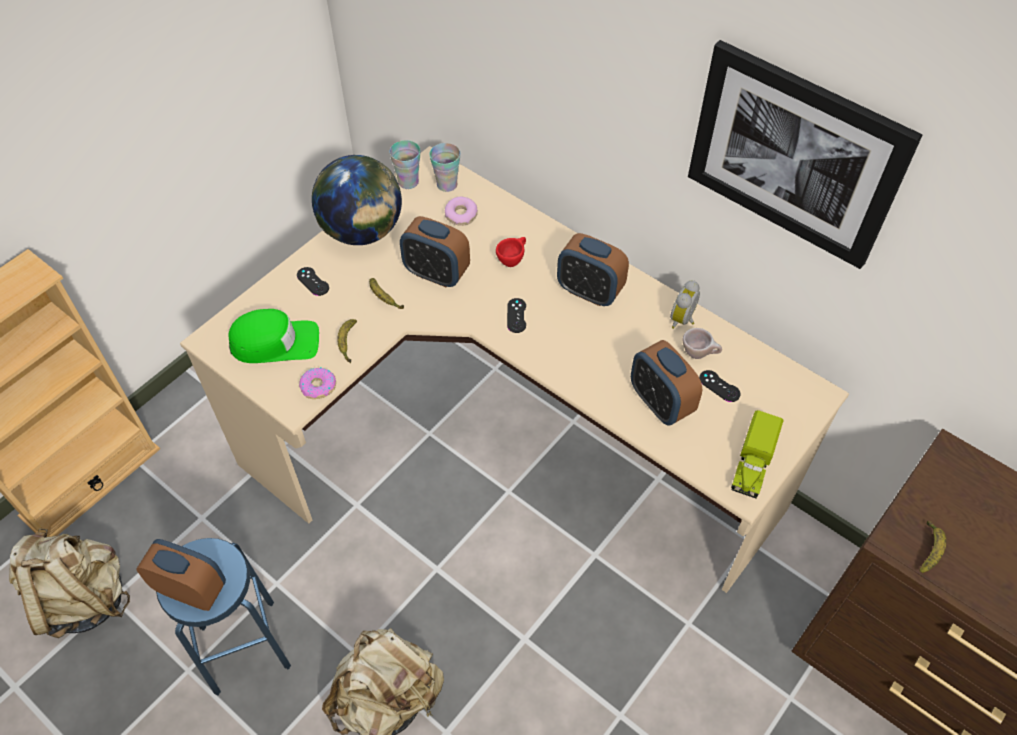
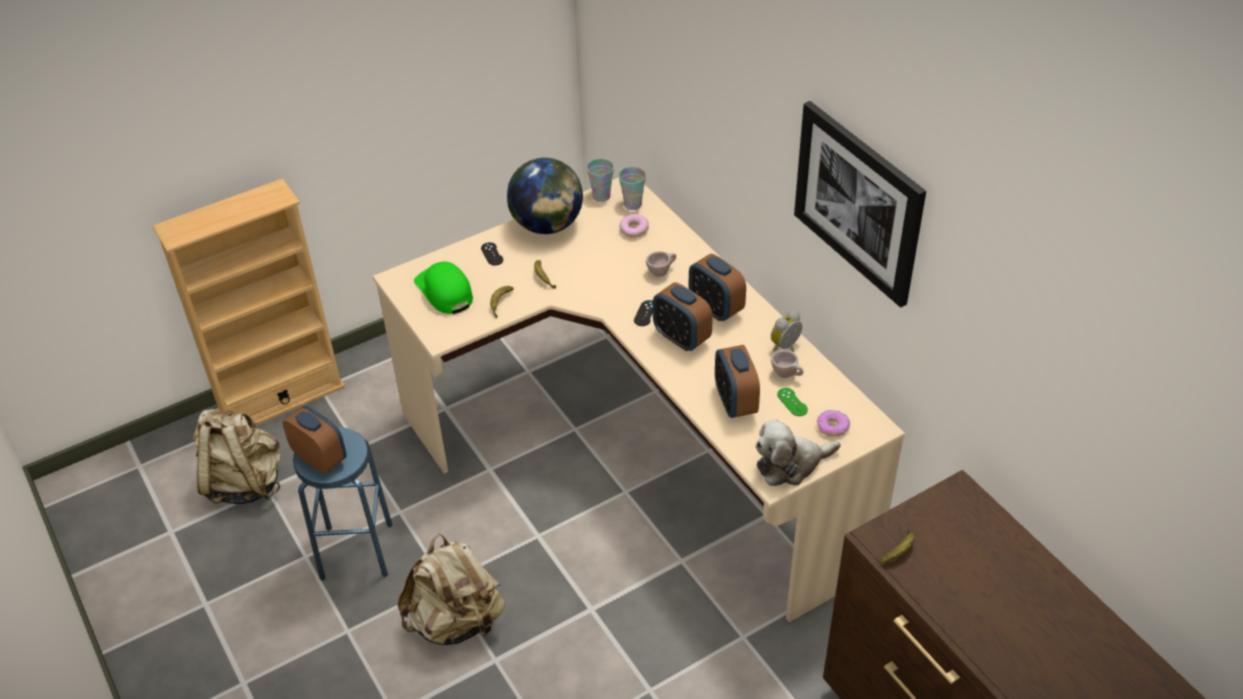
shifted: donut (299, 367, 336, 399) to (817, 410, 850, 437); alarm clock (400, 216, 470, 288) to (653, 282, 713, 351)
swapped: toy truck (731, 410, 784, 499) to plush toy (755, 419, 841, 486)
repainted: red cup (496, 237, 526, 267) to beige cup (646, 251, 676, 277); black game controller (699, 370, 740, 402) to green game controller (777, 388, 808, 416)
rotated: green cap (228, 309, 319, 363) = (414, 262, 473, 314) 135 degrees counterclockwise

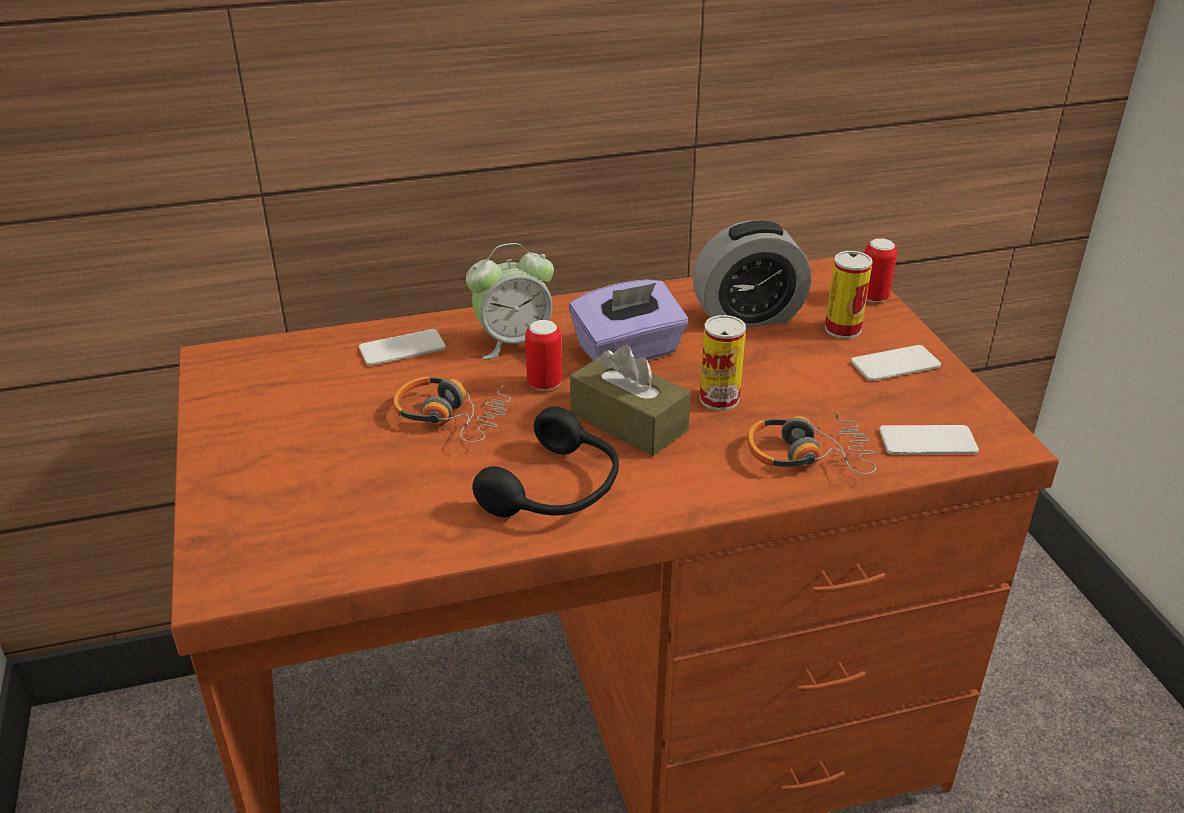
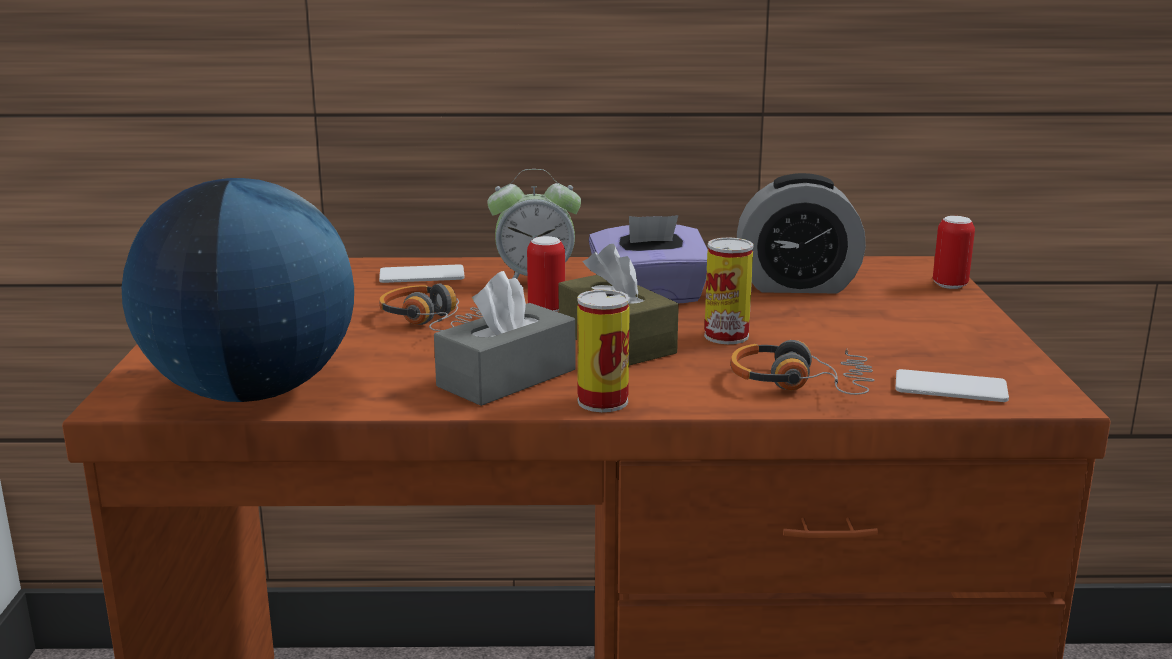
gone: phone (851, 345, 941, 381)
new: globe (122, 178, 354, 402)
shifted: can (825, 251, 873, 339) to (577, 289, 630, 412)
swapped: black headphones (472, 407, 619, 517) to grey tissue box (434, 271, 575, 406)

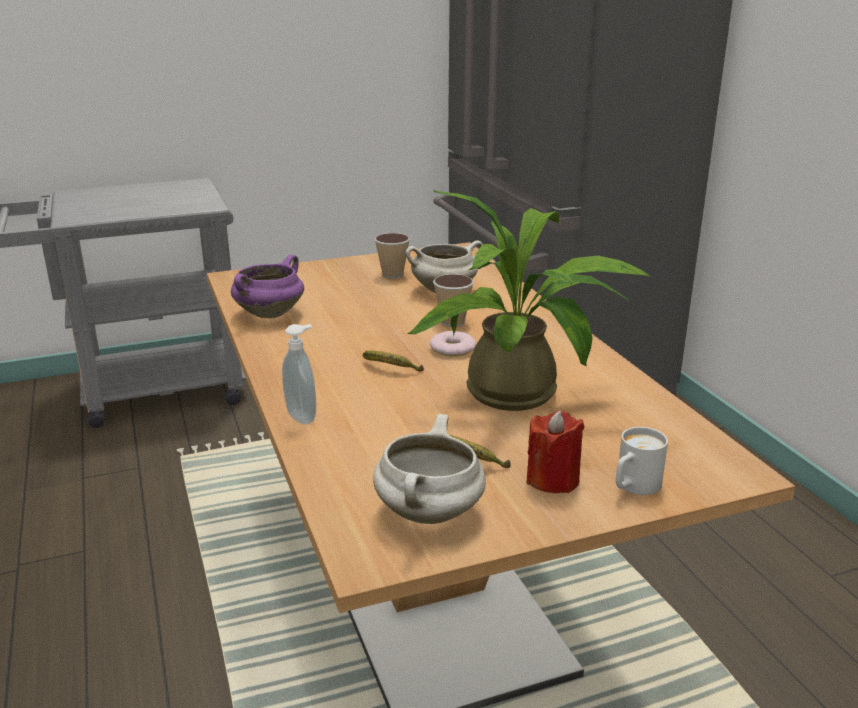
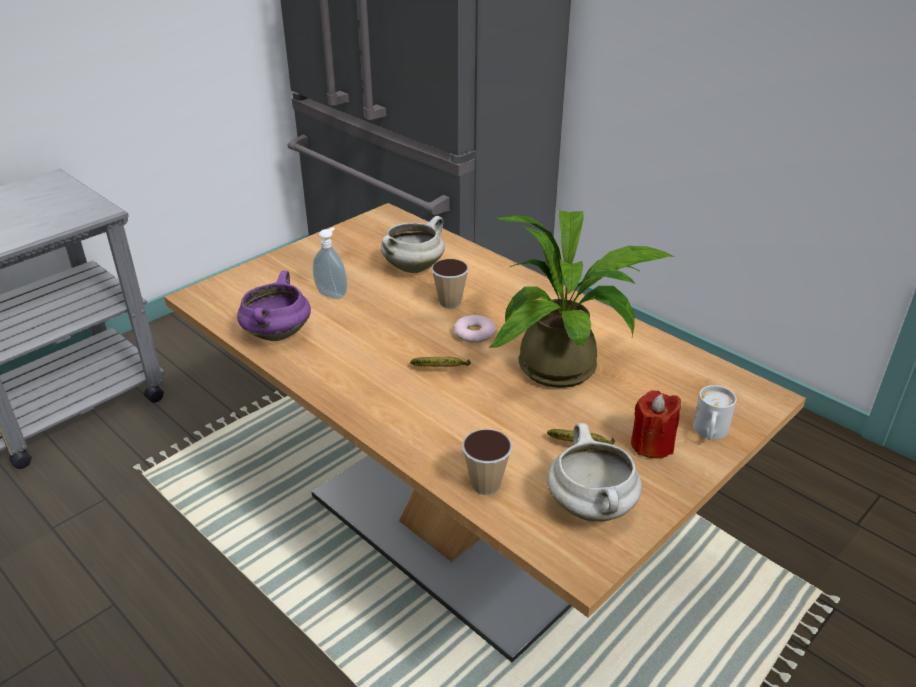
shifted: soap dispenser (282, 324, 316, 424) to (313, 227, 347, 299); cup (375, 233, 410, 279) to (462, 429, 512, 495)

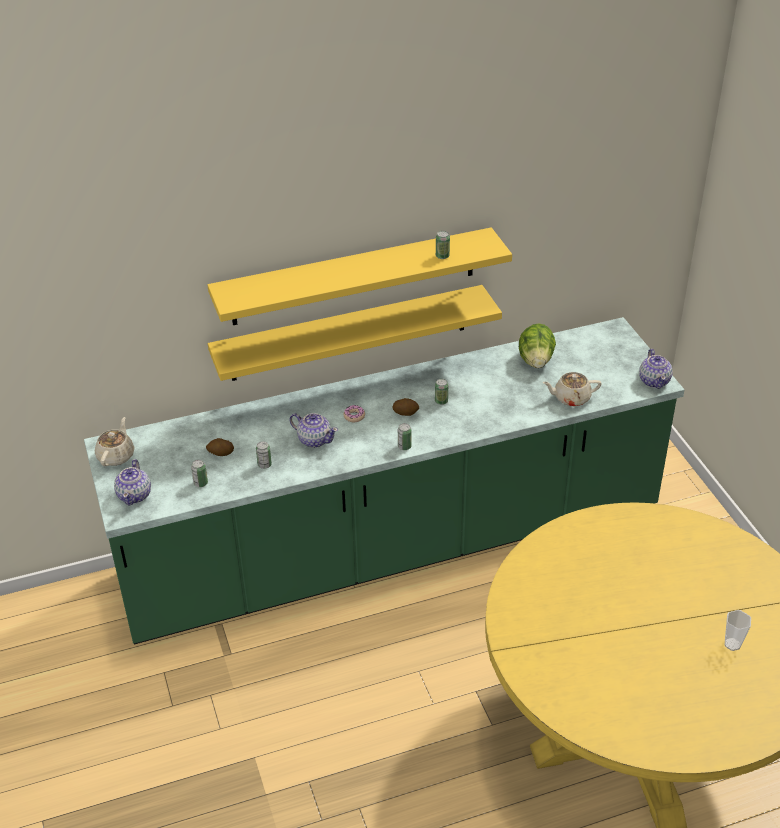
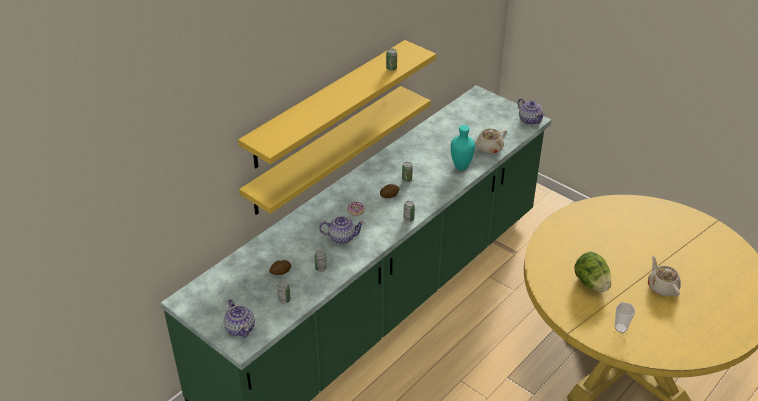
new: turquoise vase (451, 125, 475, 171)
shifted: beige teapot (95, 417, 135, 466) to (648, 256, 681, 297); lettuce (519, 323, 556, 368) to (574, 252, 611, 292); cup (725, 610, 751, 651) to (615, 302, 636, 333)

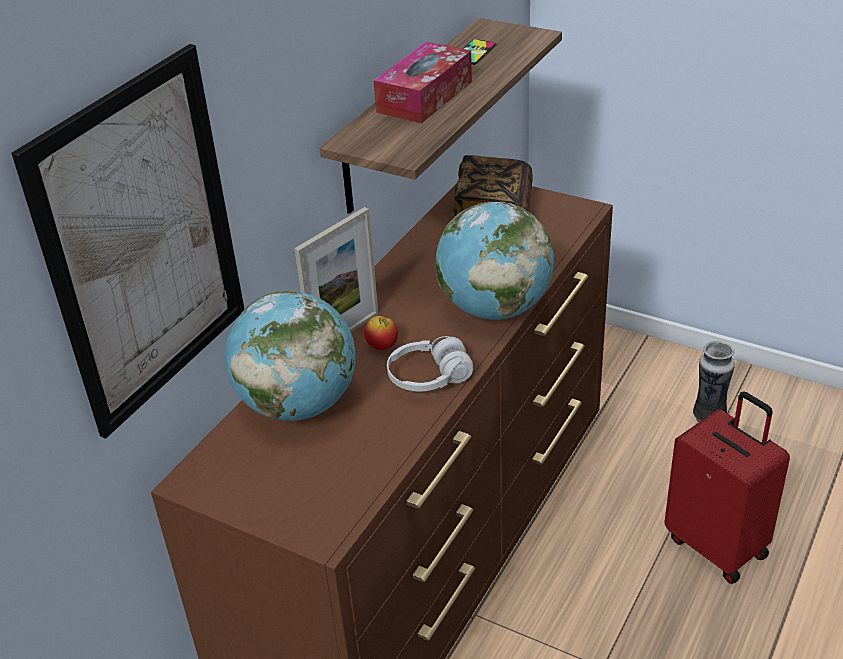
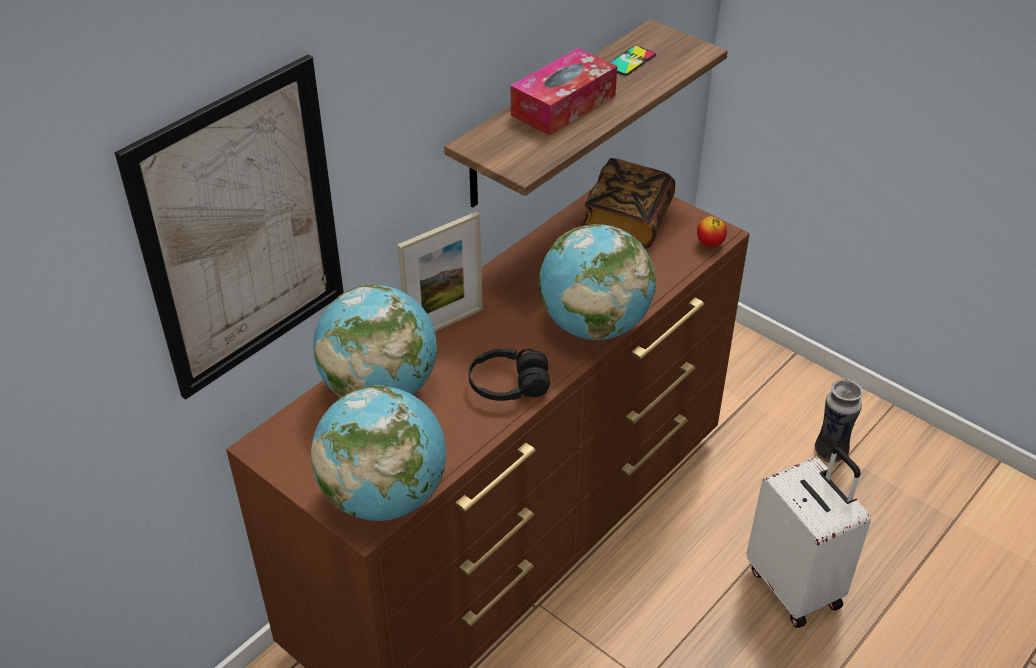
new: globe (311, 385, 446, 521)
shifted: apple (364, 316, 398, 350) to (697, 216, 727, 247)
repainted: white headphones (387, 336, 473, 391) to black headphones (468, 349, 550, 401); red suitcase (664, 391, 790, 584) to white suitcase (746, 447, 871, 628)

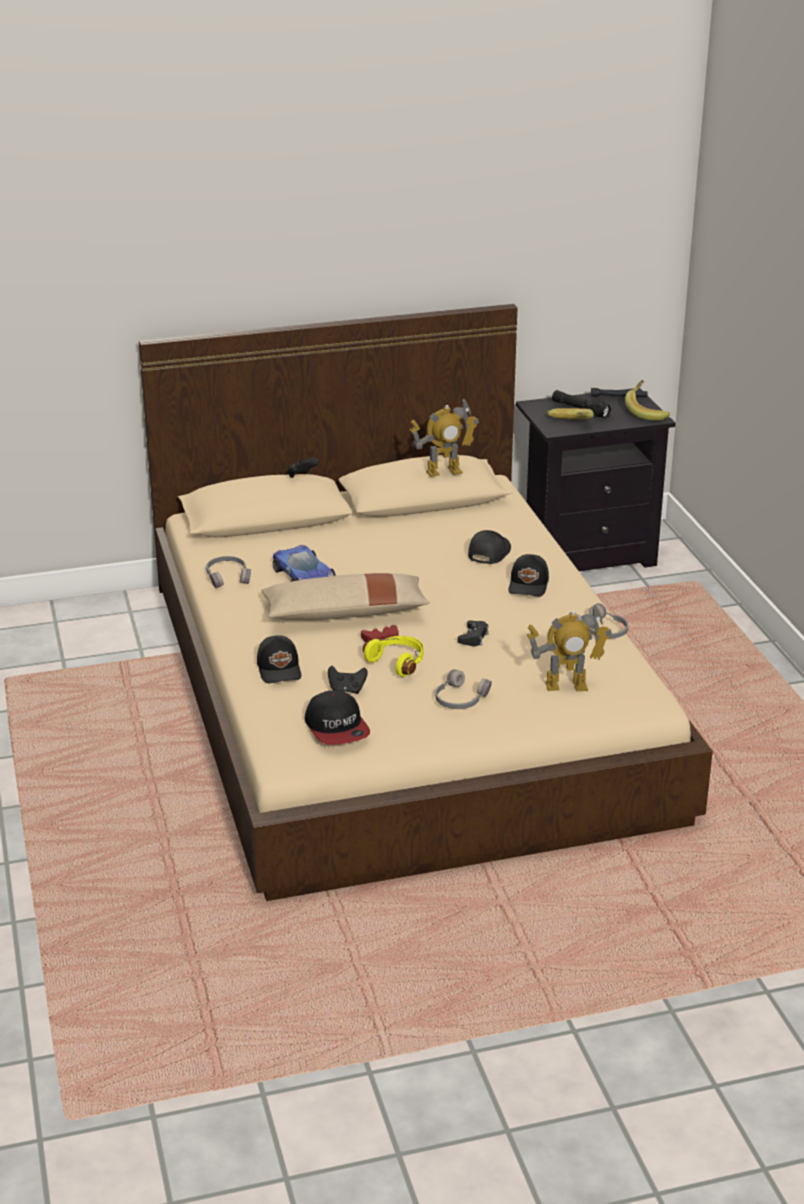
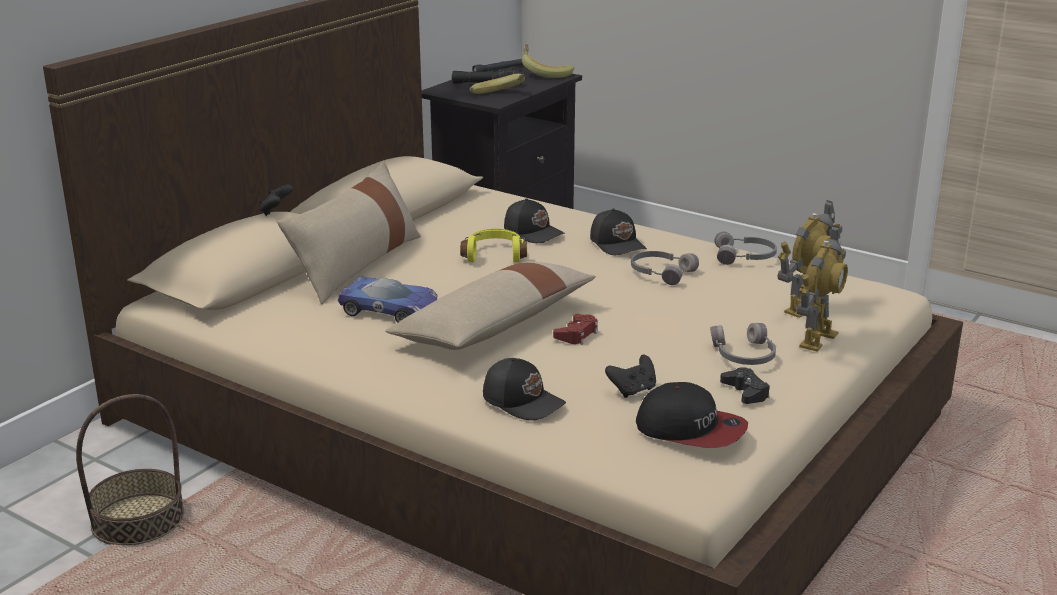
new: basket (76, 394, 184, 545); beige pillow (277, 162, 421, 304)
shifted: grey headphones (206, 556, 251, 588) to (631, 251, 699, 285); yellow headphones (363, 636, 423, 677) to (460, 229, 527, 262); toy robot (410, 399, 479, 477) to (797, 225, 848, 351); black game controller (458, 620, 489, 646) to (720, 367, 770, 404)
rotated: black cap (468, 530, 511, 564) = (504, 198, 565, 243) 150 degrees clockwise

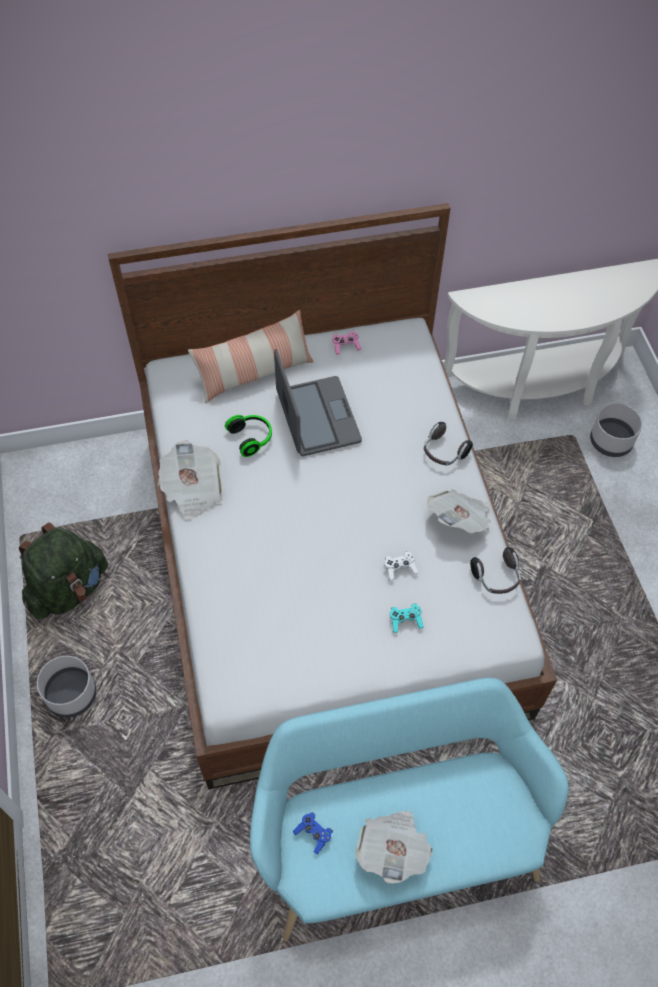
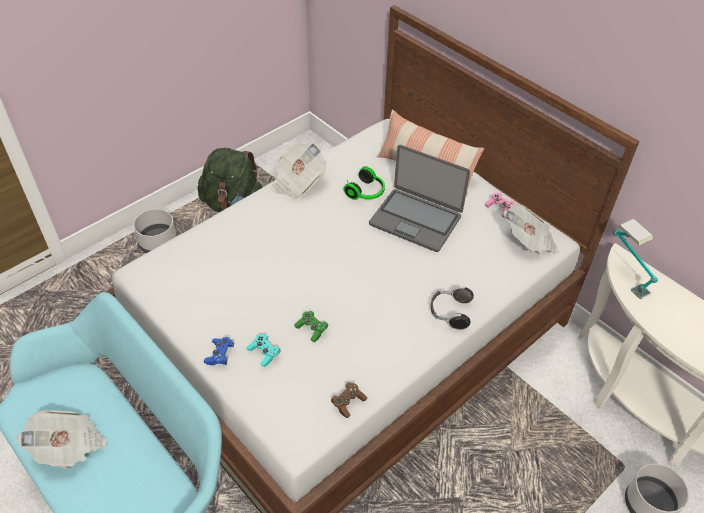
new: table lamp (613, 219, 658, 299)
shifted: blue game controller (293, 812, 333, 854) to (204, 337, 234, 365); newspaper (427, 489, 491, 533) to (504, 204, 559, 254)
swapped: headphones (470, 547, 521, 594) to brown game controller (331, 382, 367, 418)
repainted: white game controller (385, 551, 418, 581) to green game controller (294, 311, 328, 342)
rotated: laptop (274, 349, 362, 456) = (369, 145, 470, 252) 75 degrees clockwise

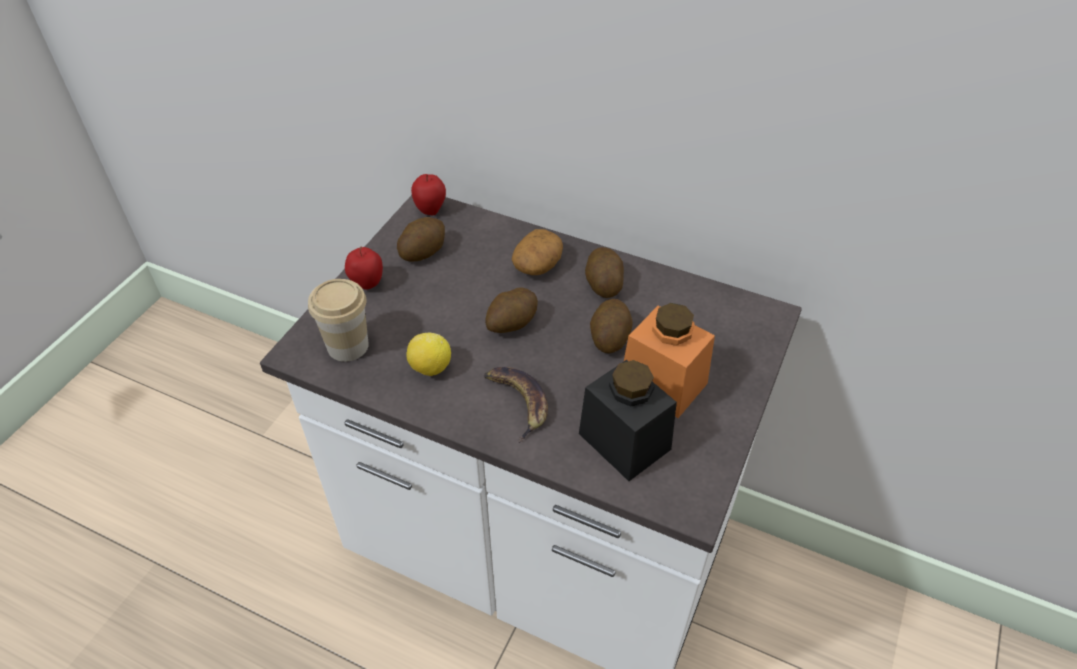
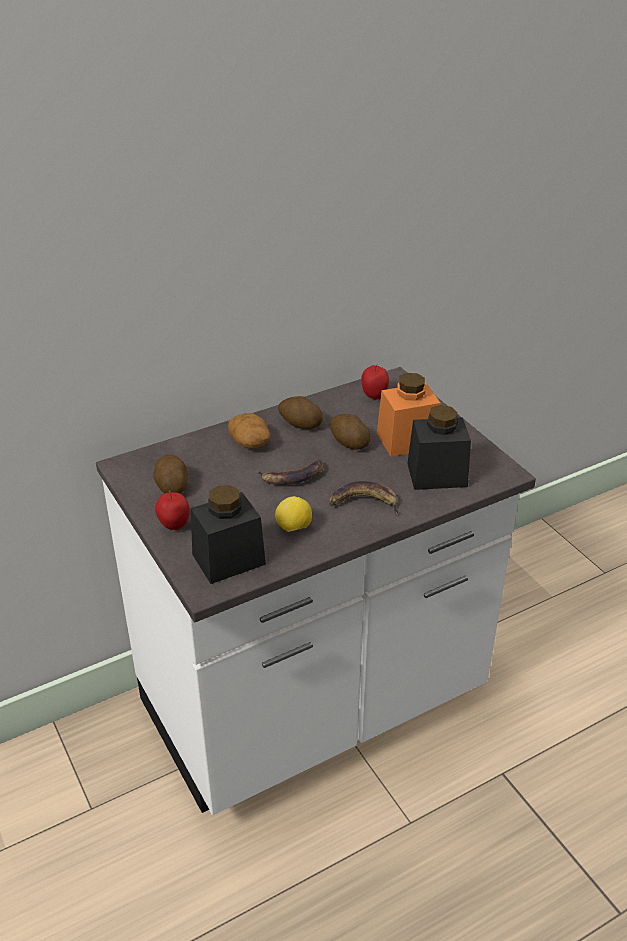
shifted: apple (411, 174, 446, 215) to (361, 364, 389, 400)
swapped: cup (308, 279, 369, 362) to black jar (191, 485, 266, 584); potato (485, 287, 538, 333) to banana (256, 459, 324, 485)

